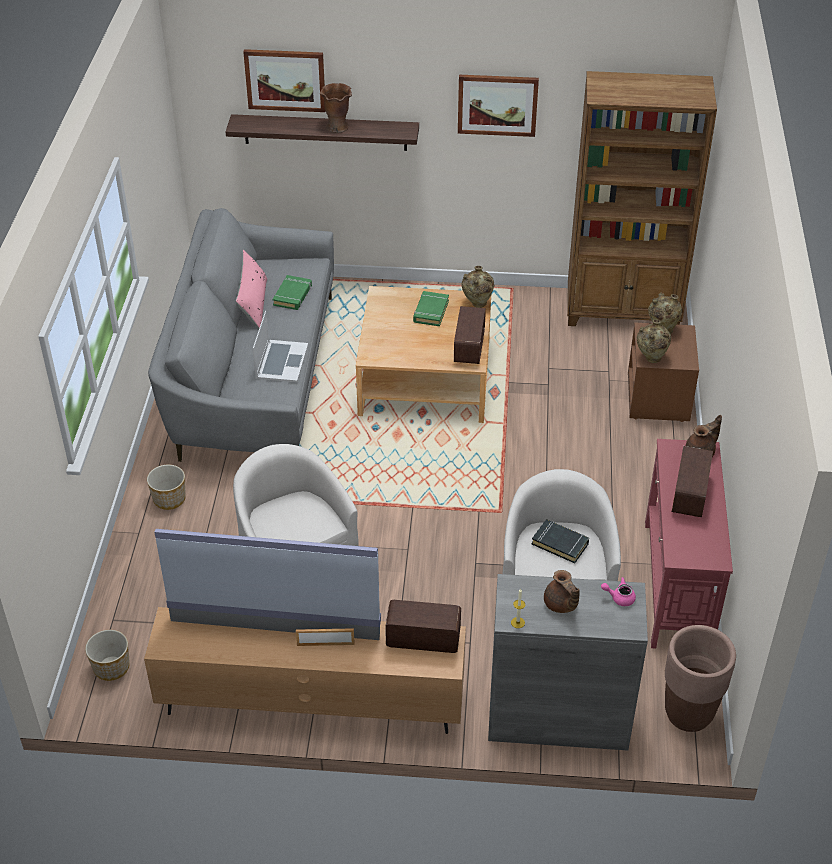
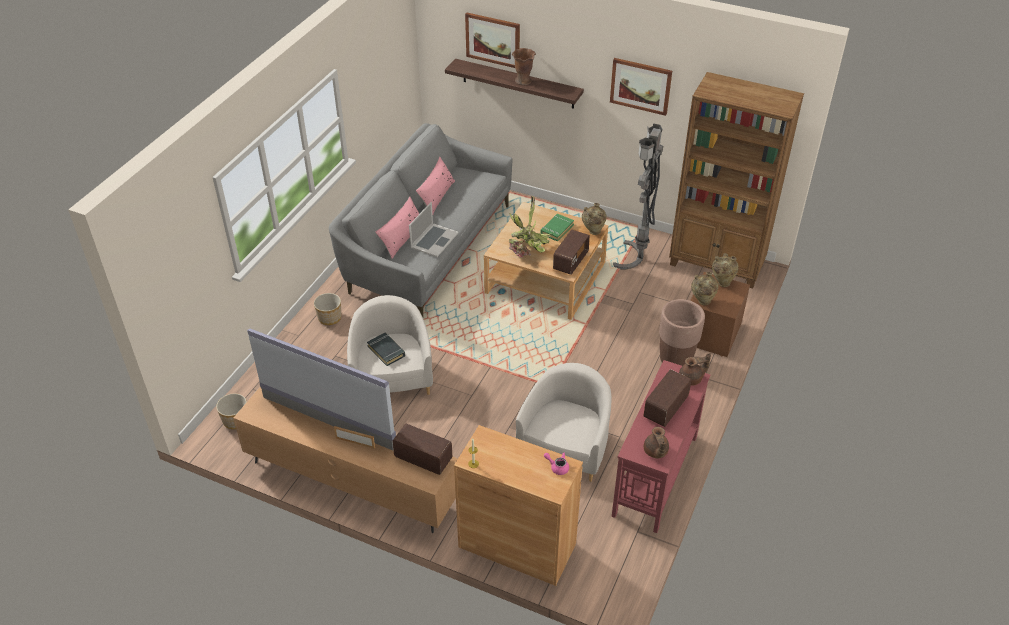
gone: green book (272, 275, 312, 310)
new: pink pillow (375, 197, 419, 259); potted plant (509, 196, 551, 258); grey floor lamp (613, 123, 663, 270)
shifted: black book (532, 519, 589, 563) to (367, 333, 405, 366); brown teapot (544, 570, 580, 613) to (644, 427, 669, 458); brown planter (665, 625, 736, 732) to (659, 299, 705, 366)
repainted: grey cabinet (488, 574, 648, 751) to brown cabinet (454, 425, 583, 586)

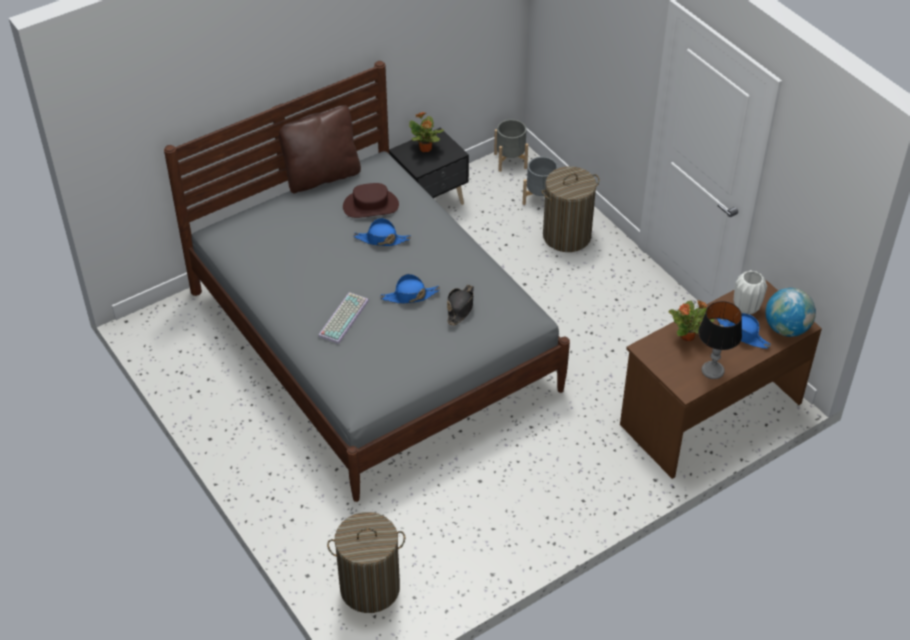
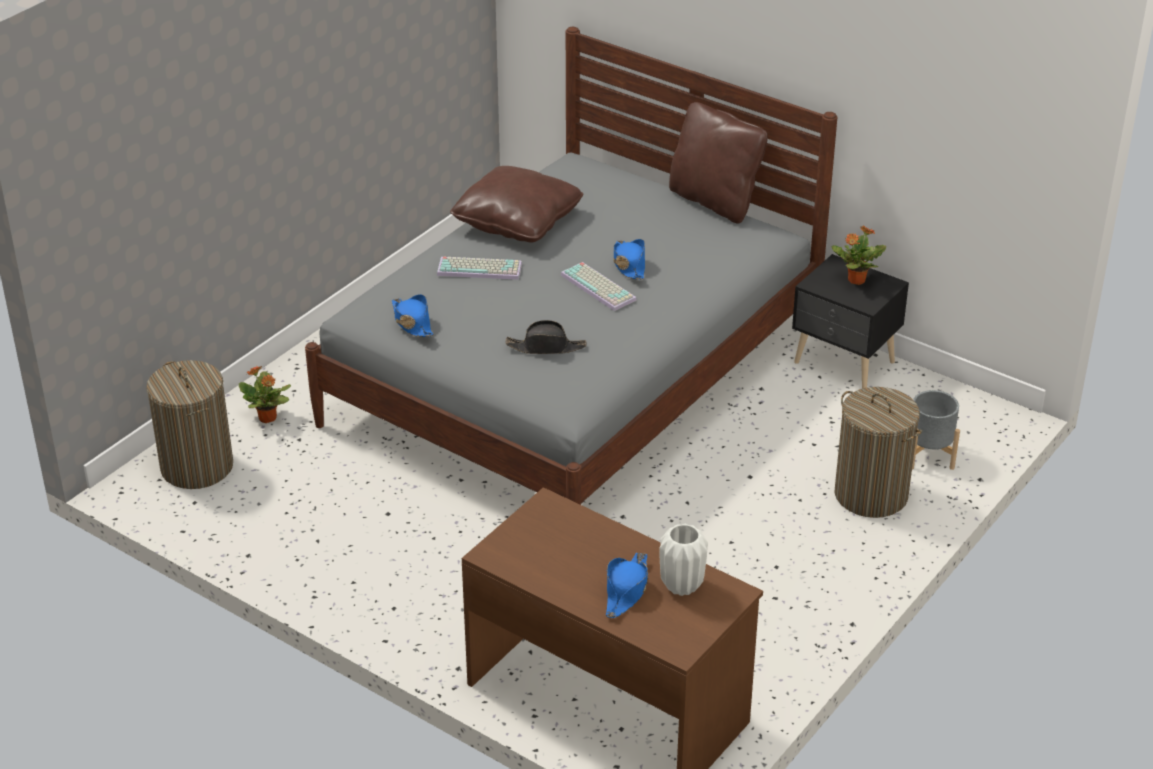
gone: brown hat (343, 183, 399, 218); grey planter (494, 119, 528, 172); table lamp (698, 301, 742, 379); globe (765, 288, 816, 337)
new: brown pillow (450, 166, 583, 243); keyboard (561, 262, 637, 311)
shifted: blue hat (380, 274, 440, 303) to (392, 294, 434, 337); potted plant (669, 300, 714, 341) to (239, 366, 291, 423)

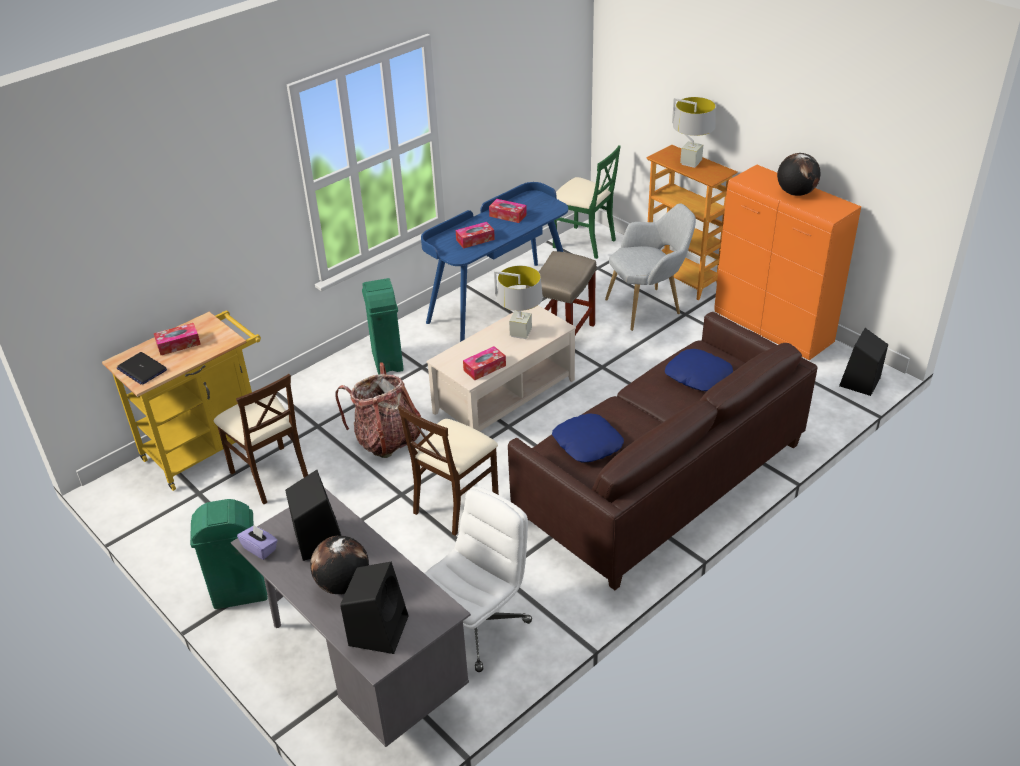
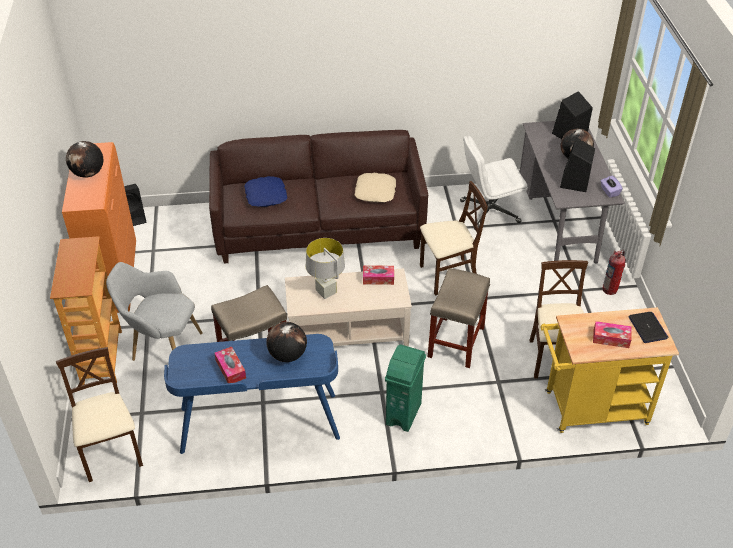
gone: grey table lamp (672, 97, 716, 168)
swapped: green trash can (190, 499, 267, 609) to fire extinguisher (602, 250, 626, 295); backpack (335, 362, 421, 458) to beige stool (428, 268, 490, 368); tissue box (456, 222, 495, 249) to globe (266, 322, 307, 362)
repainted: blue pillow (552, 413, 624, 463) to beige pillow (355, 173, 396, 203); green chair (553, 145, 621, 259) to beige chair (56, 347, 143, 482)

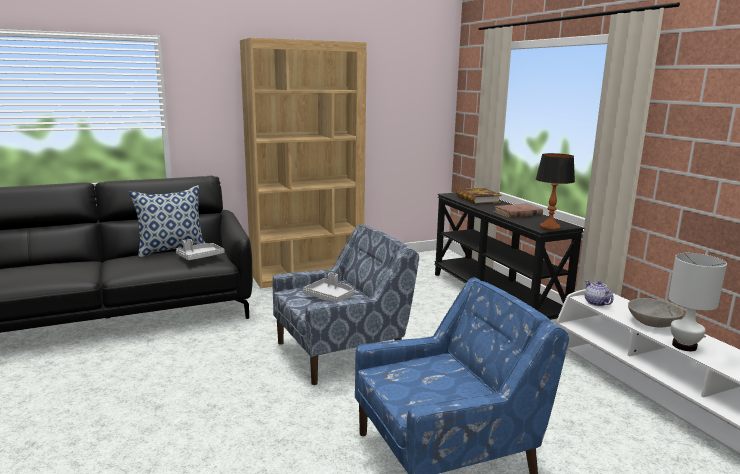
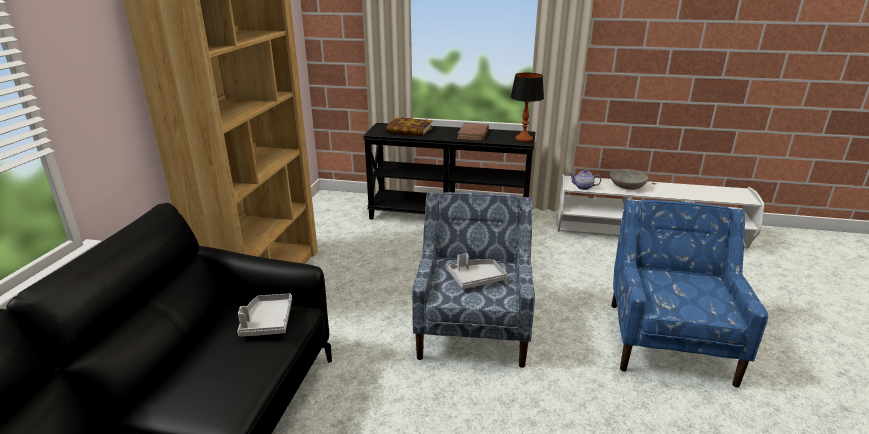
gone: pillow (129, 185, 205, 258); white table lamp (668, 253, 727, 351)

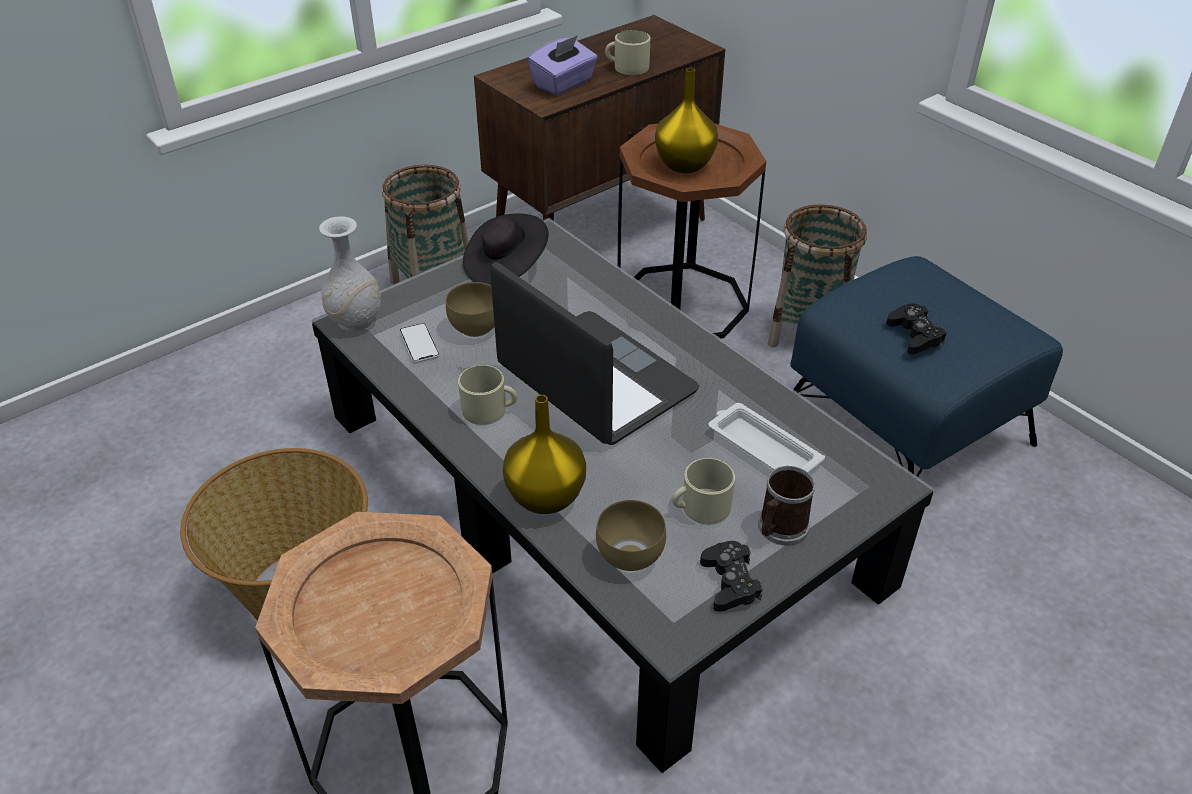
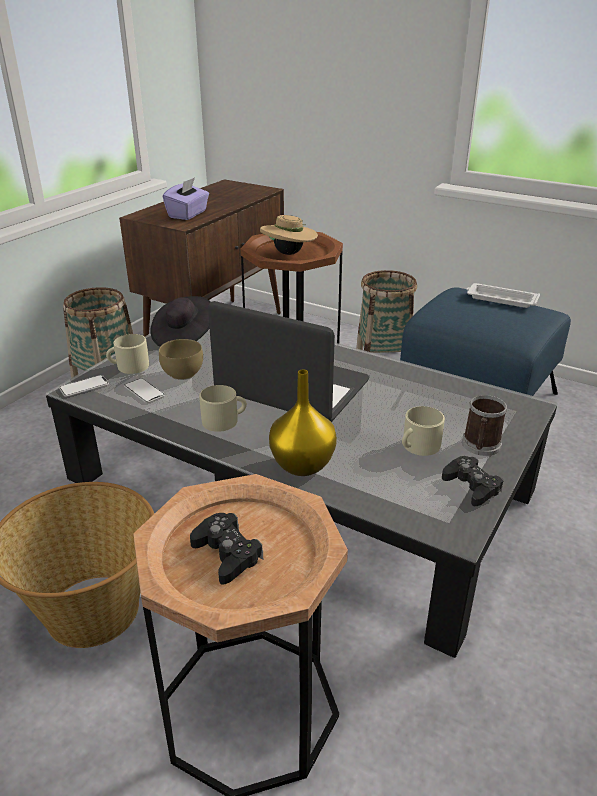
gone: brown bowl (596, 500, 666, 571)
shifted: beige mug (605, 30, 650, 75) to (106, 334, 149, 374); white tray (708, 403, 825, 473) to (467, 283, 540, 308); black game controller (886, 303, 947, 354) to (190, 513, 263, 584)
swapped: white vase (319, 216, 381, 331) to phone (59, 375, 109, 397); yellow vase (655, 68, 718, 173) to beige hat (260, 215, 318, 255)

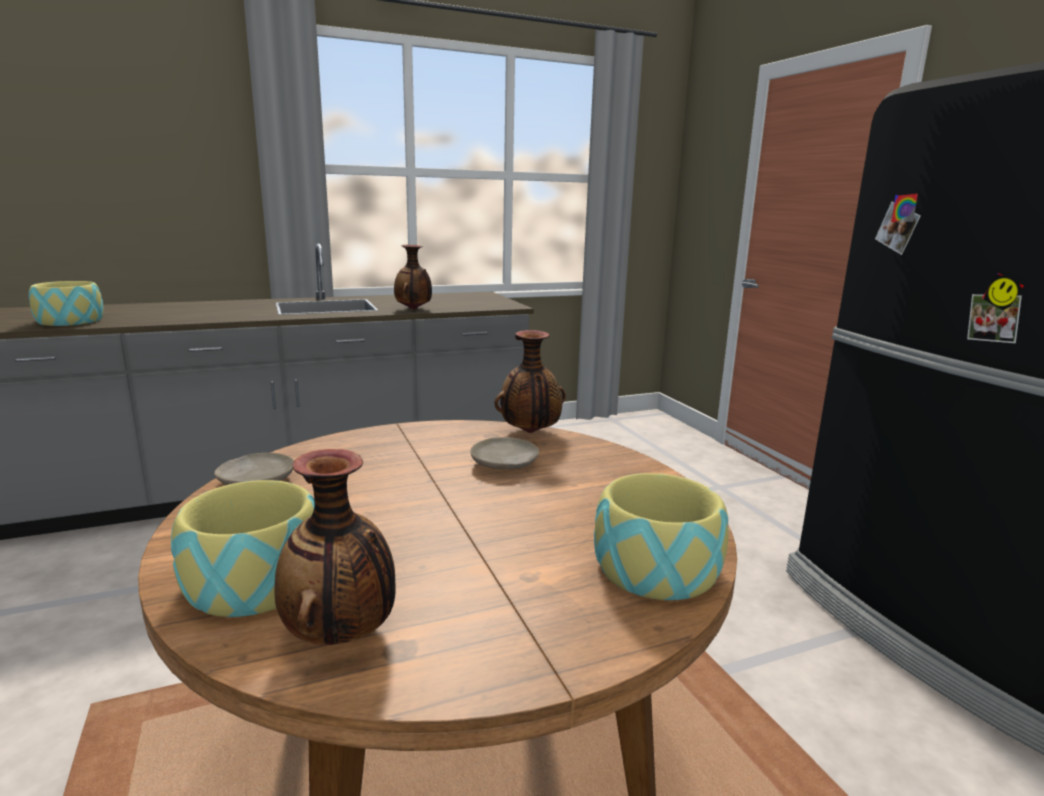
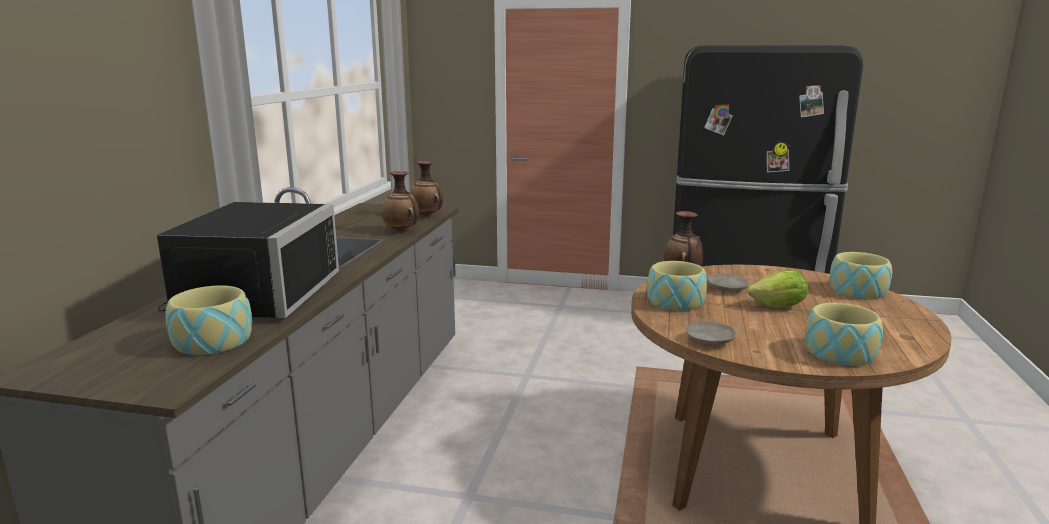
new: black microwave (157, 202, 339, 318); bowl (647, 261, 707, 311); lettuce (747, 270, 808, 307)
shifted: vase (275, 449, 395, 645) to (410, 161, 443, 217)

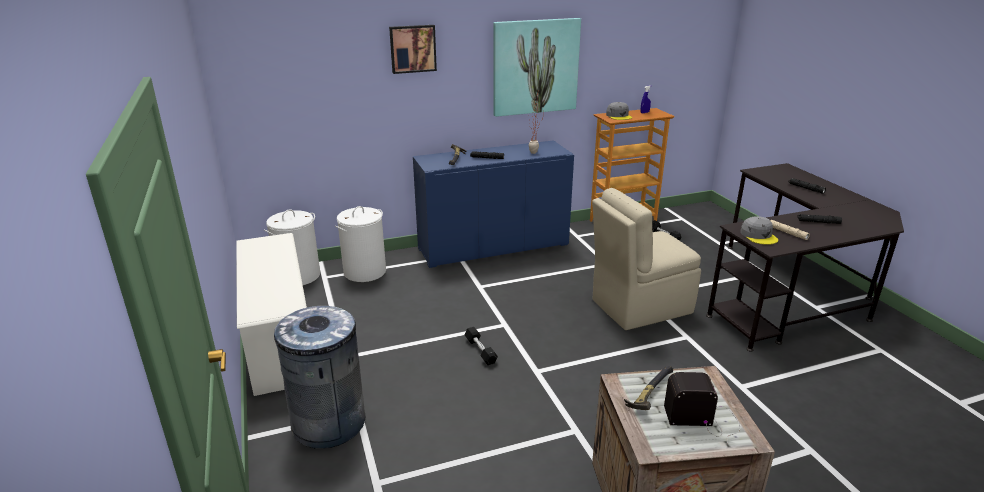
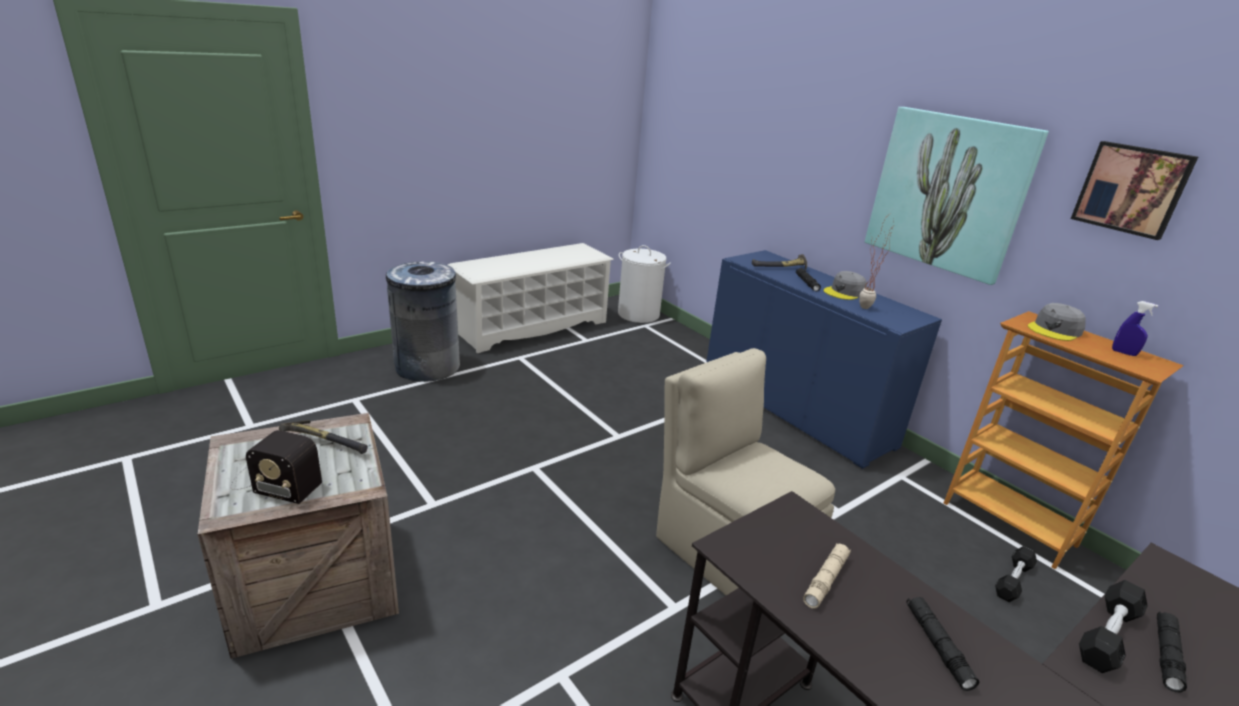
gone: white laundry basket (335, 206, 386, 282)
shifted: picture (389, 25, 437, 74) to (1071, 141, 1198, 240); black dumbbell (464, 327, 498, 365) to (1079, 580, 1147, 673); grey cap (740, 216, 778, 245) to (824, 271, 867, 300)
rotated: radio (664, 372, 740, 444) = (230, 430, 322, 504) 120 degrees clockwise

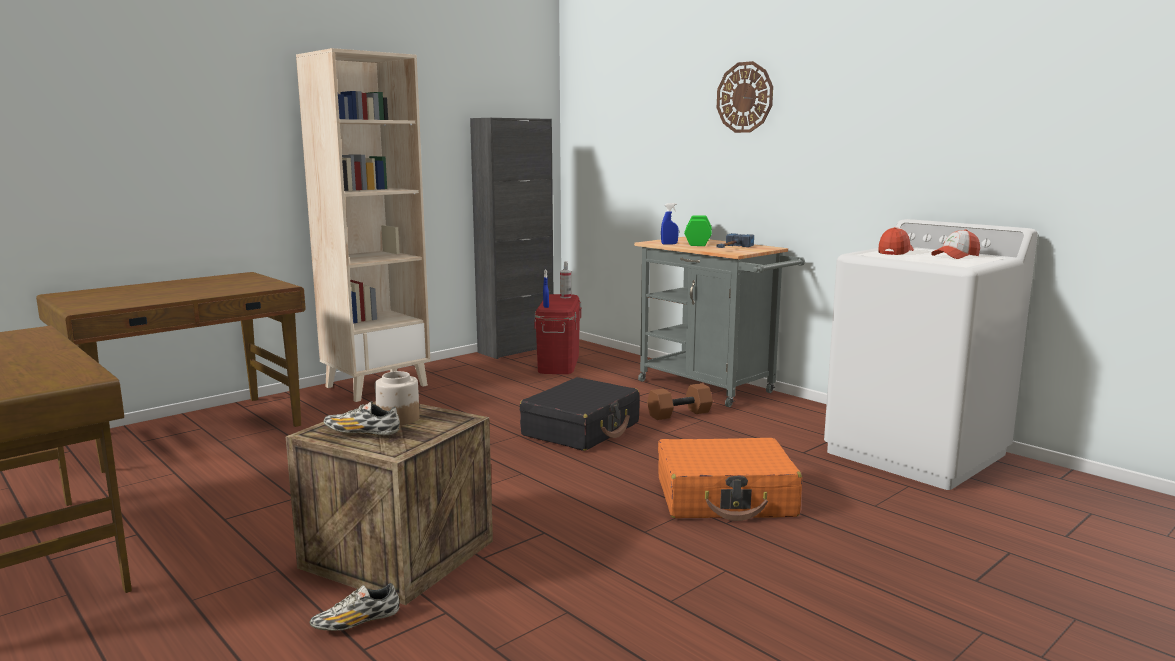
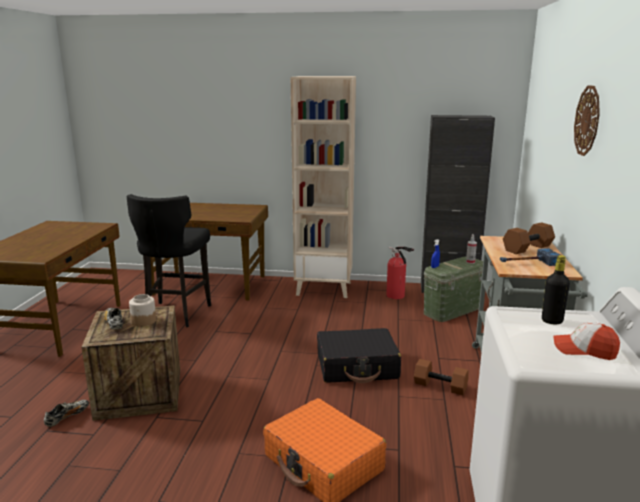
gone: blue spray bottle (661, 203, 679, 245)
new: black stool (127, 194, 211, 327); fire extinguisher (386, 247, 414, 299)
swapped: cap (878, 227, 914, 255) to black bottle (542, 255, 570, 324)
repainted: red storage box (534, 294, 581, 374) to green storage box (424, 256, 483, 322); green dumbbell (684, 215, 712, 246) to brown dumbbell (503, 222, 555, 254)
rotated: shoe (310, 583, 399, 631) = (44, 400, 89, 427) 105 degrees clockwise

